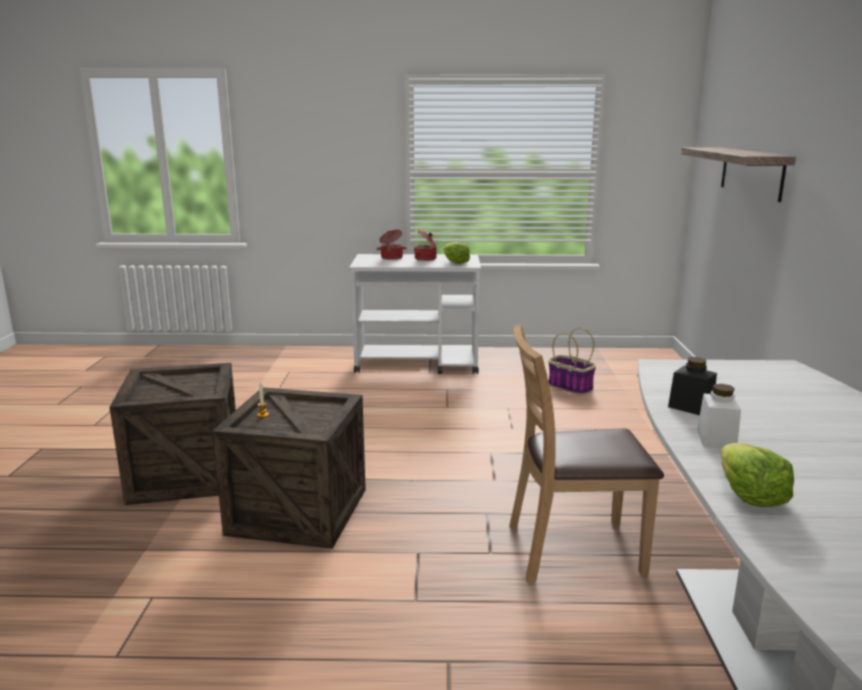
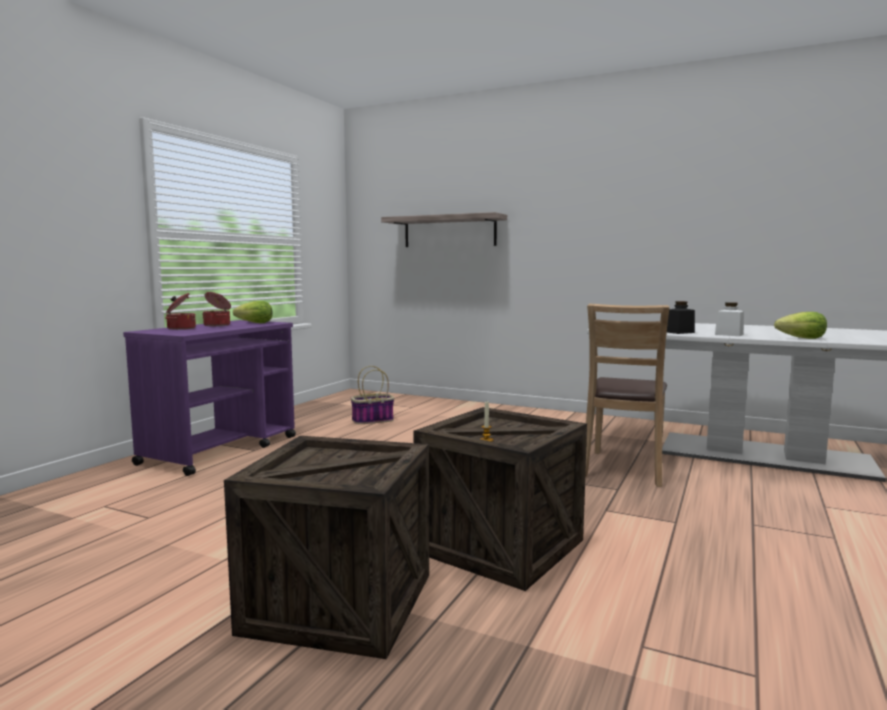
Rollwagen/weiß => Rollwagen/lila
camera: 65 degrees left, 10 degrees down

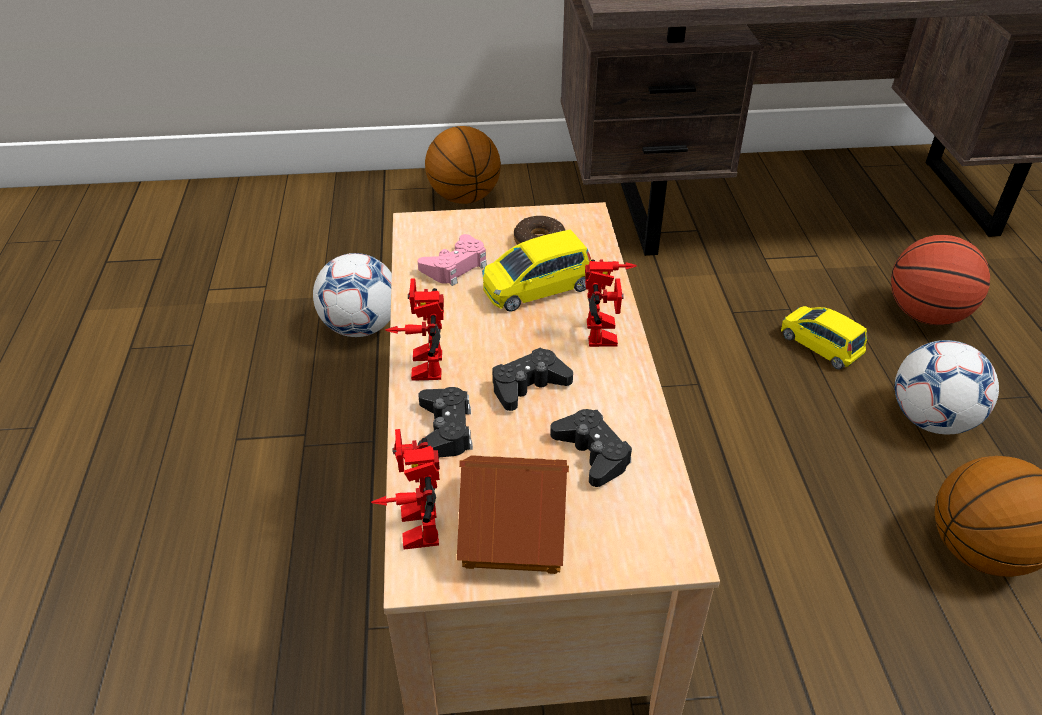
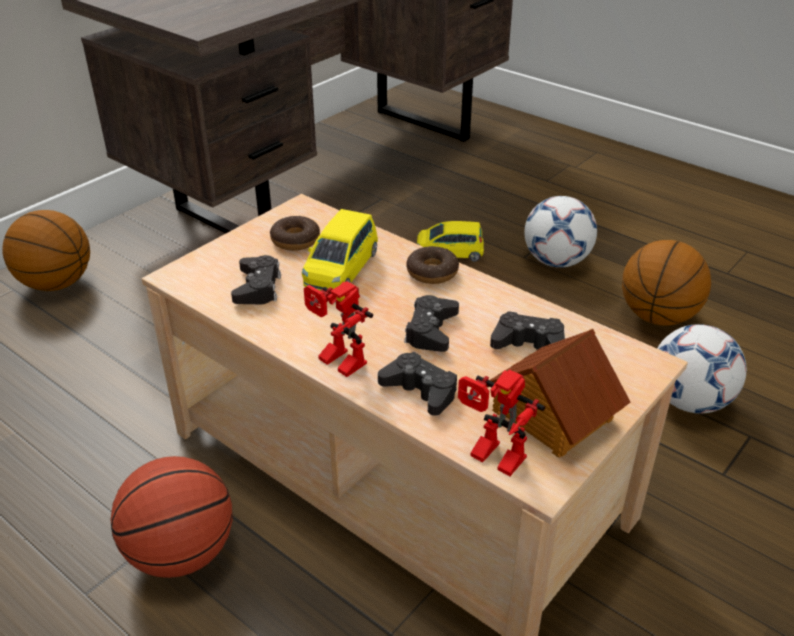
Fußball (1st from left in the first image) => Fußball (2nd from left), move
Gamepad/rosa => Gamepad/schwarz (1st from left)
Spielzeugroboter (3rd from left) => Donut (2nd from left)
Basketball (2nd from left), move
camera: 45 degrees left, 5 degrees down

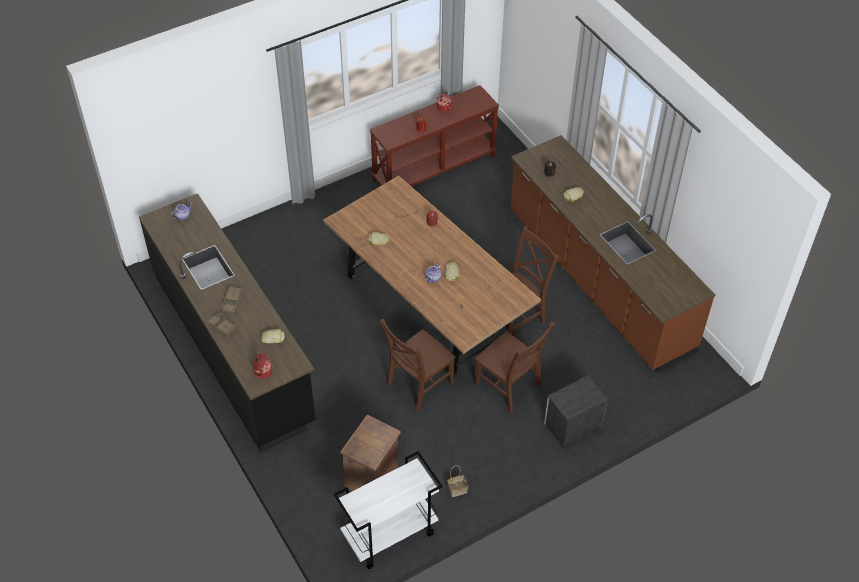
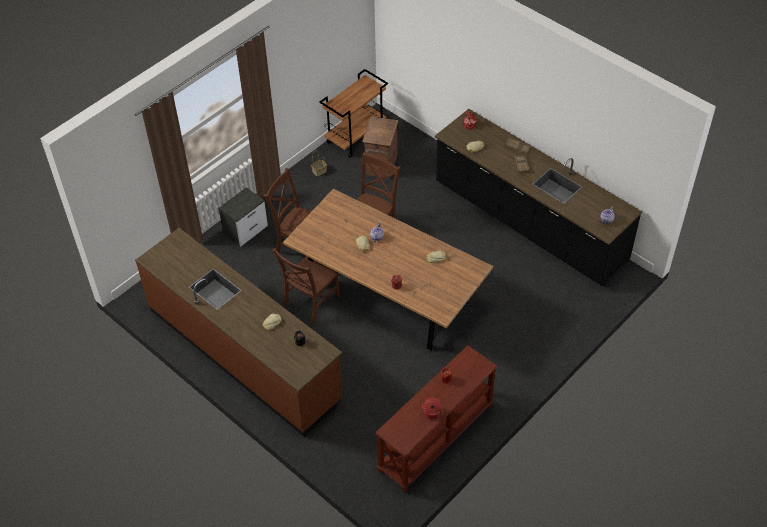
Rollwagen/weiß => Rollwagen/braun
camera: 165 degrees right, 0 degrees up

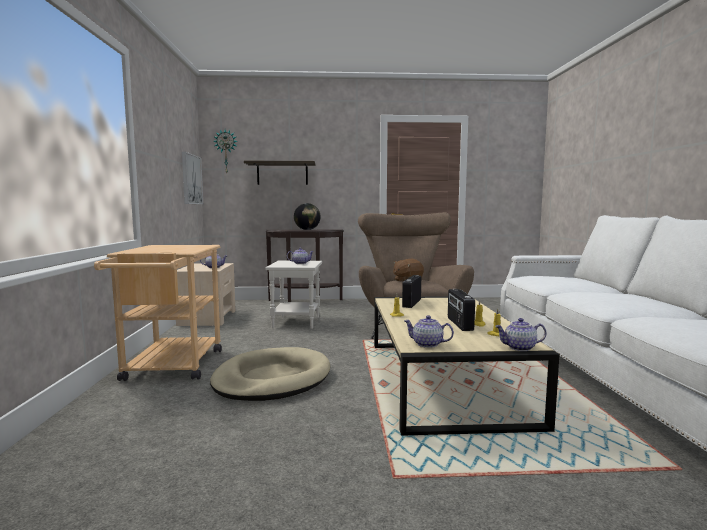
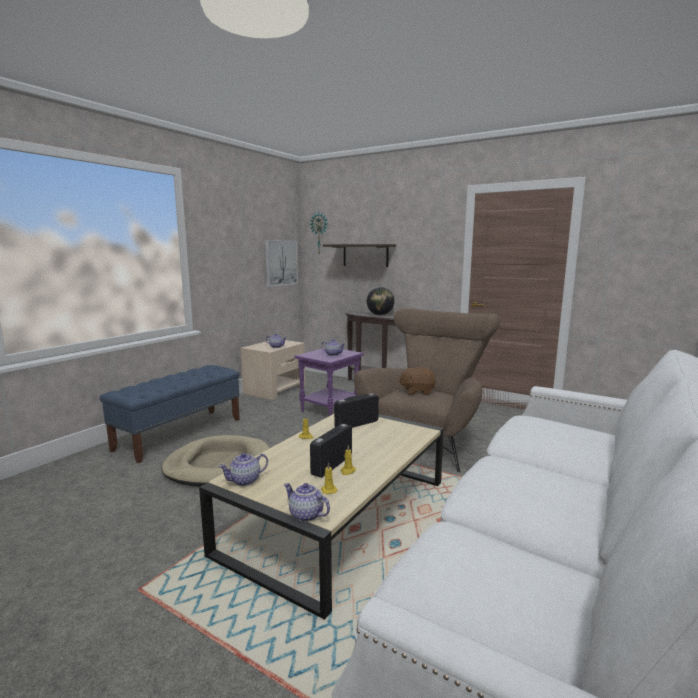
Rollwagen/beige => Bank/blau
Beistelltisch/weiß => Beistelltisch/lila
Teekanne (3rd from left in the first image) => Teekanne (1st from left), 90 degrees counterclockwise
camera: 35 degrees right, 5 degrees up

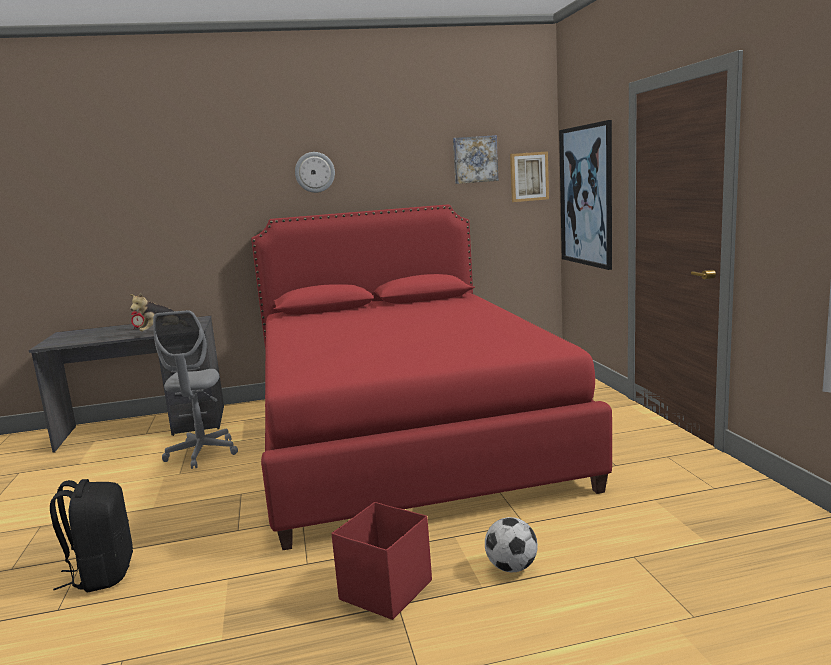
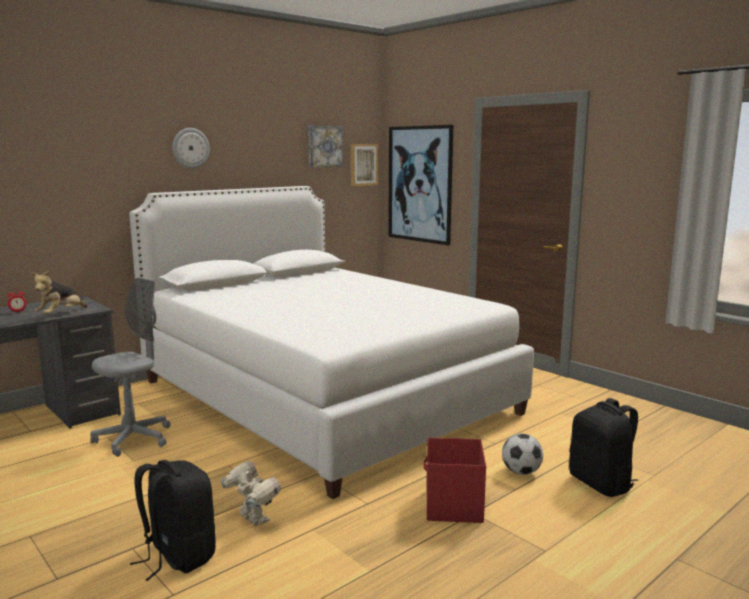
Bürostuhl/grau, 105 degrees counterclockwise
Bett/rot => Bett/weiß
nothing => Spielzeugroboter
nothing => Rucksack/schwarz (2nd from left)
camera: 30 degrees left, 0 degrees up

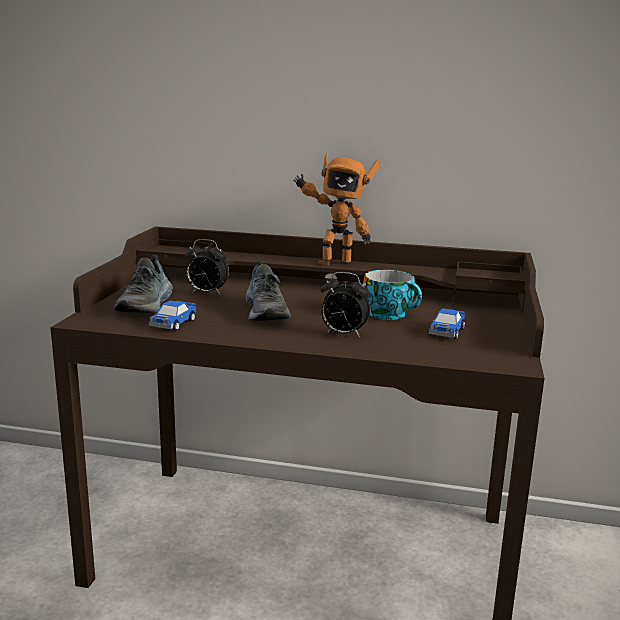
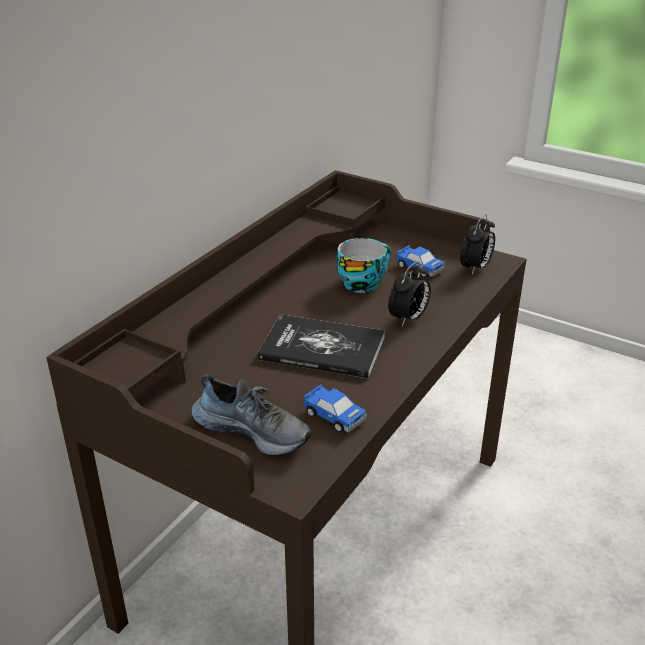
Wecker (1st from left in the first image) => Wecker (2nd from left), move
Schuh (2nd from left) => Buch
Spielzeugroboter => nothing
camera: 70 degrees left, 15 degrees up

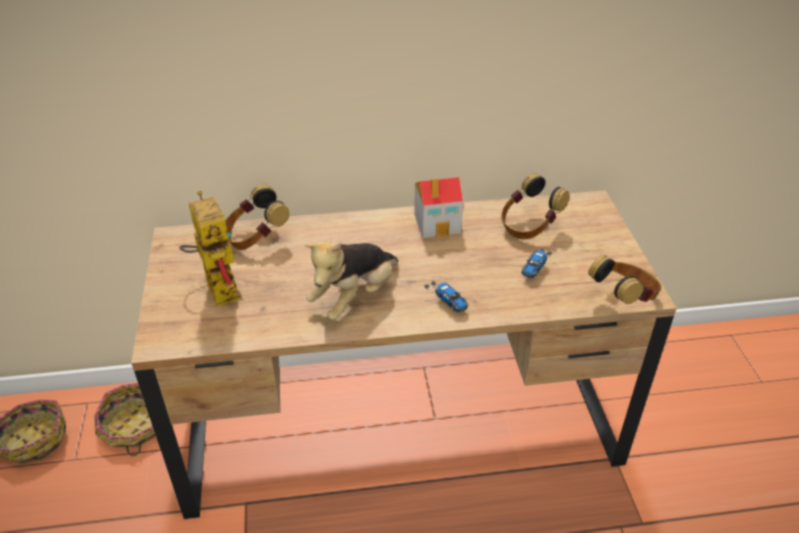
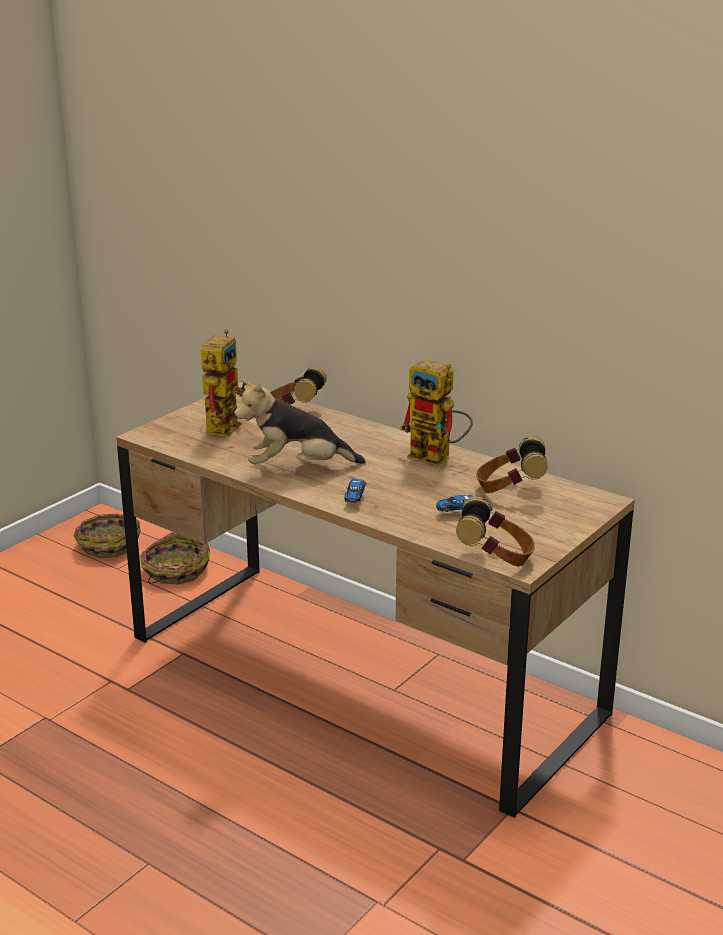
Spielzeughaus => Spielzeugroboter (2nd from left)
camera: 45 degrees right, 15 degrees down

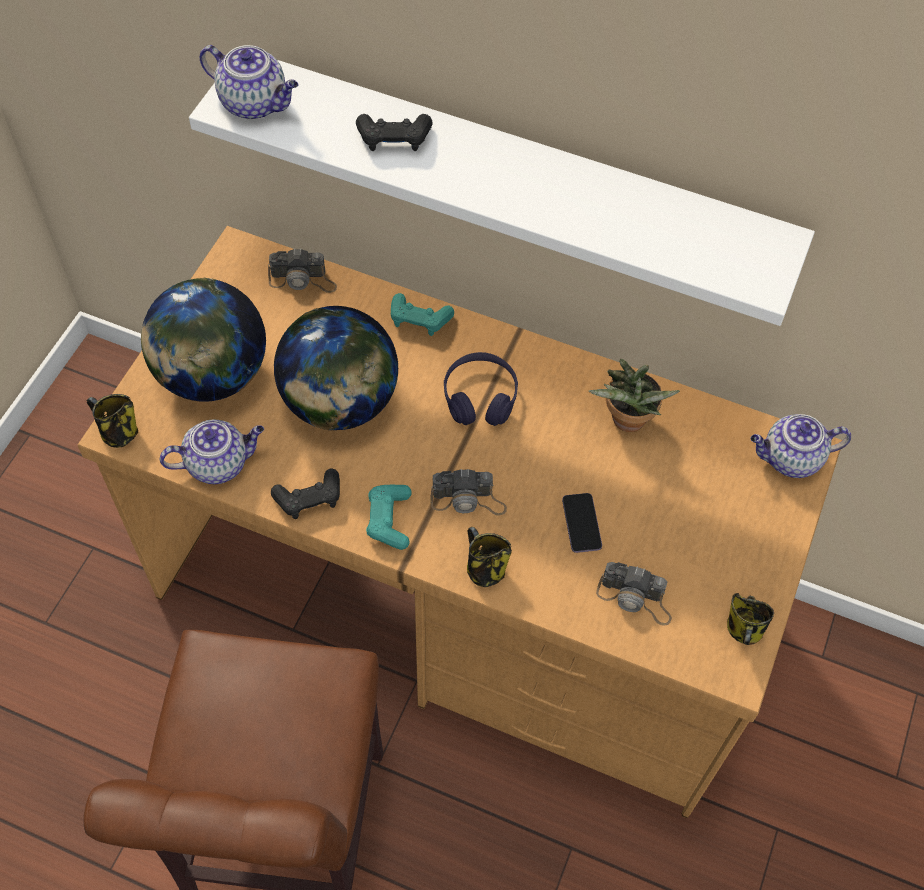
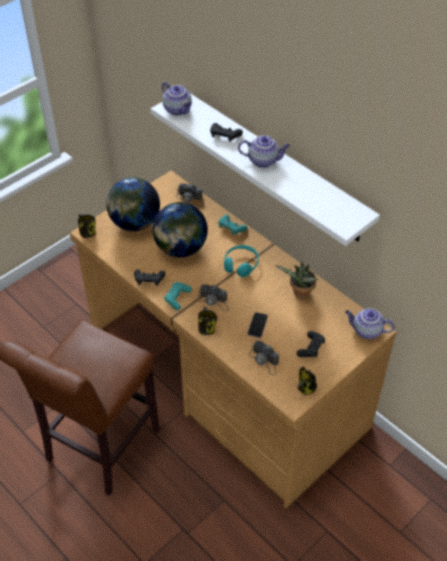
Teekanne (1st from left in the first image) => Teekanne (2nd from left), move
Kopfhörer/lila => Kopfhörer/türkis
nothing => Gamepad/schwarz (3rd from left)
camera: 25 degrees right, 10 degrees down

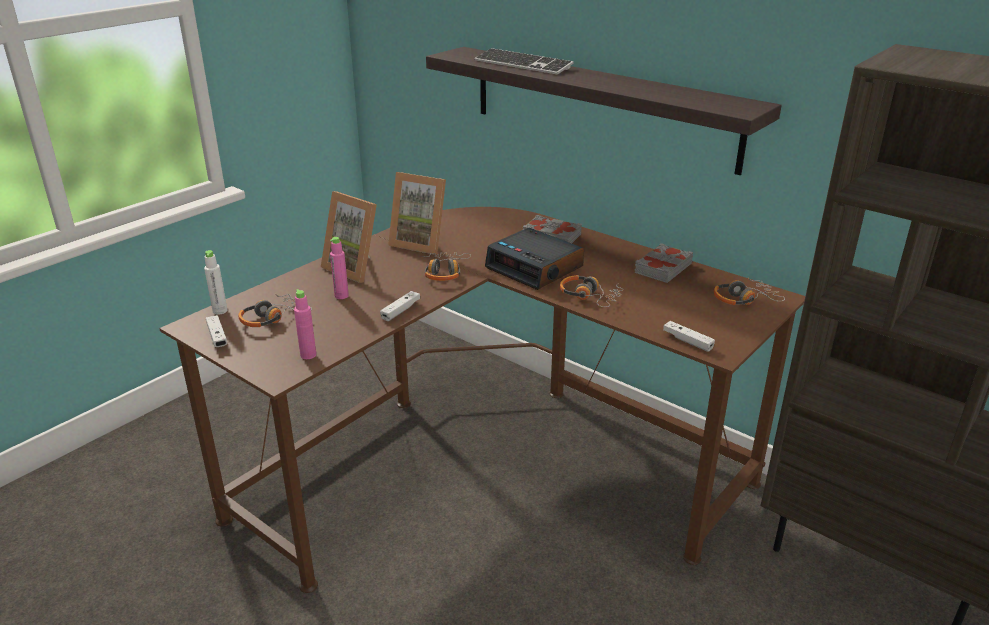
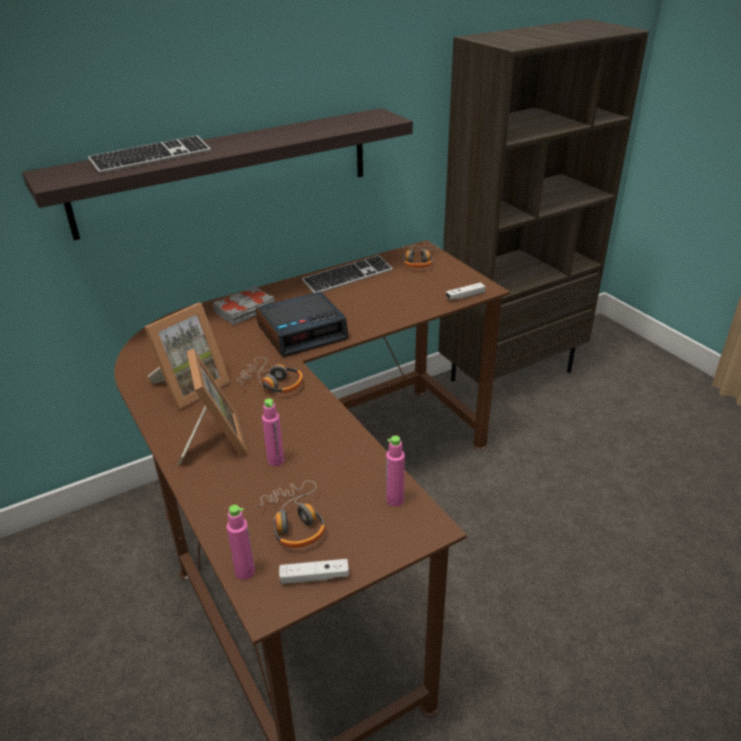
Flasche/weiß => Flasche/rosa (1st from left)
Bilderrahmen (1st from left in the first image) => Bilderrahmen (2nd from left), 75 degrees counterclockwise
Gamepad/weiß (2nd from left) => nothing
Kopfhörer (3rd from left) => nothing
Buch/grau (2nd from left) => Tastatur (2nd from left)
camera: 70 degrees left, 5 degrees up

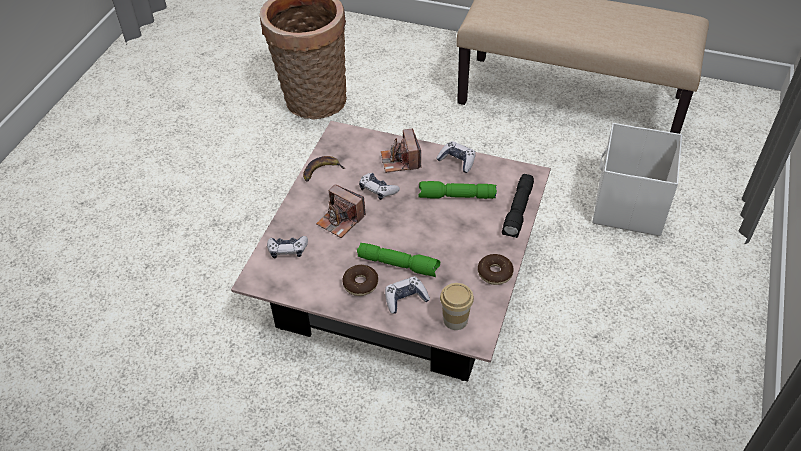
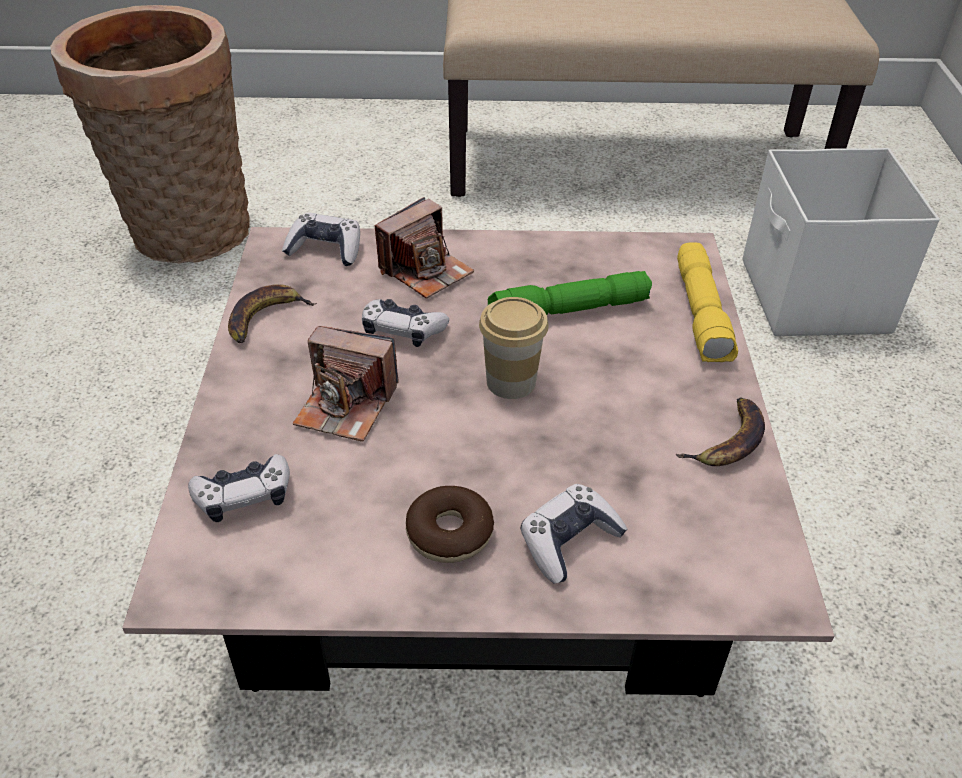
Taschenlampe/grün (1st from left) => nothing
Kamera (2nd from left), 105 degrees counterclockwise
Gamepad (4th from left in the first image) => Gamepad (2nd from left), move
Tasse, move
Donut (2nd from left) => Banane (2nd from left)
Taschenlampe/schwarz => Taschenlampe/gelb
camera: 20 degrees left, 5 degrees down

